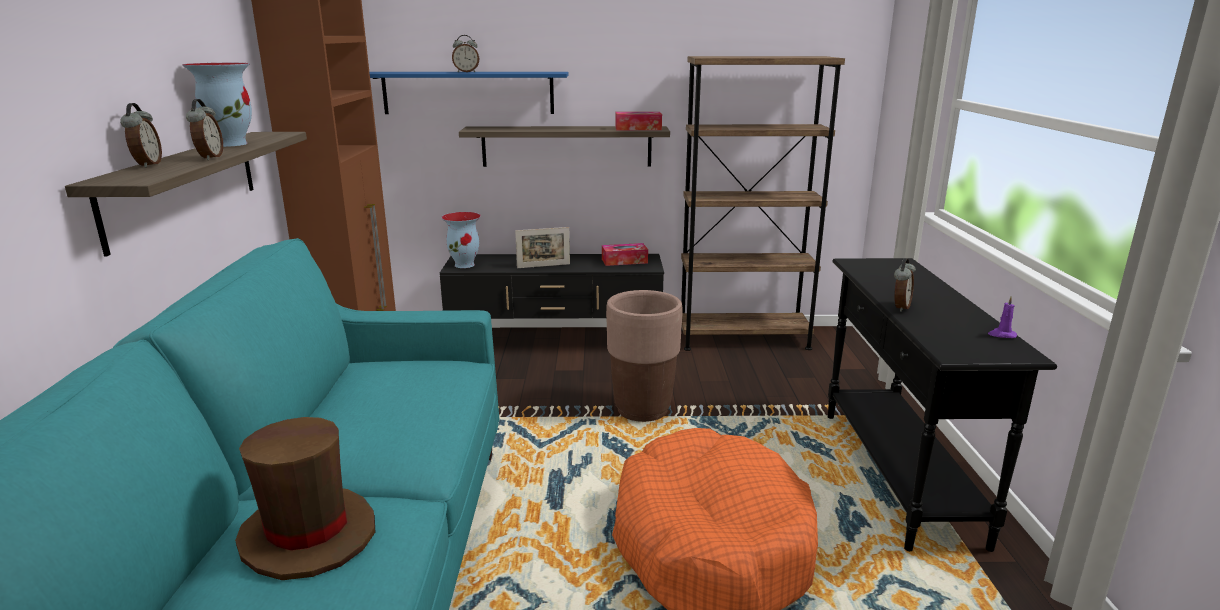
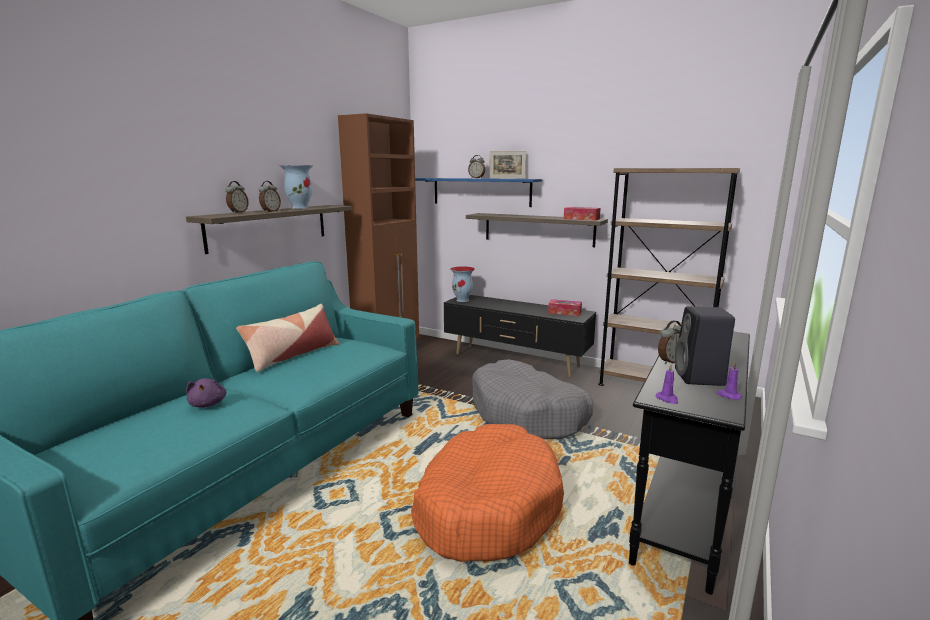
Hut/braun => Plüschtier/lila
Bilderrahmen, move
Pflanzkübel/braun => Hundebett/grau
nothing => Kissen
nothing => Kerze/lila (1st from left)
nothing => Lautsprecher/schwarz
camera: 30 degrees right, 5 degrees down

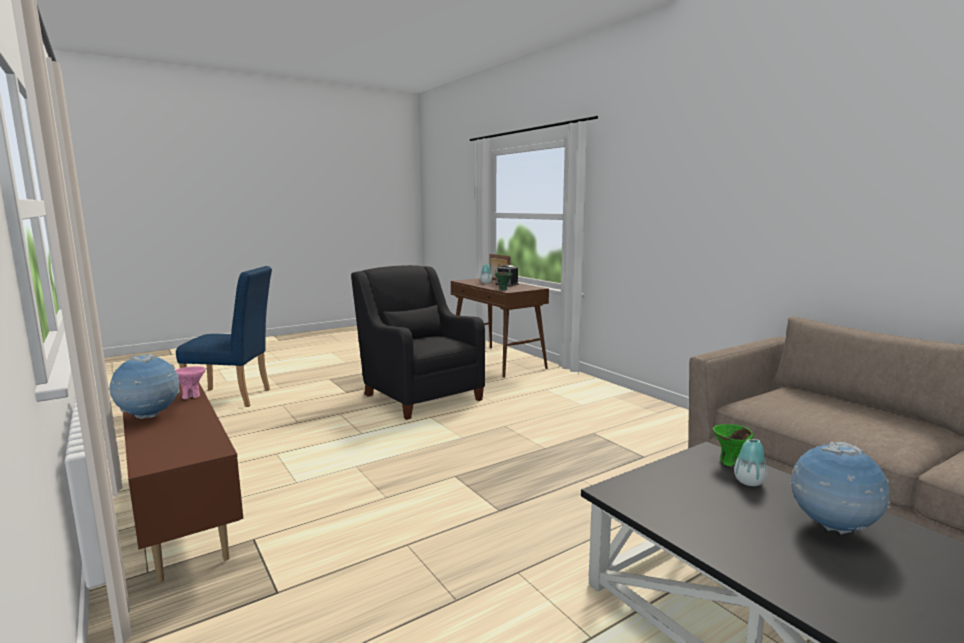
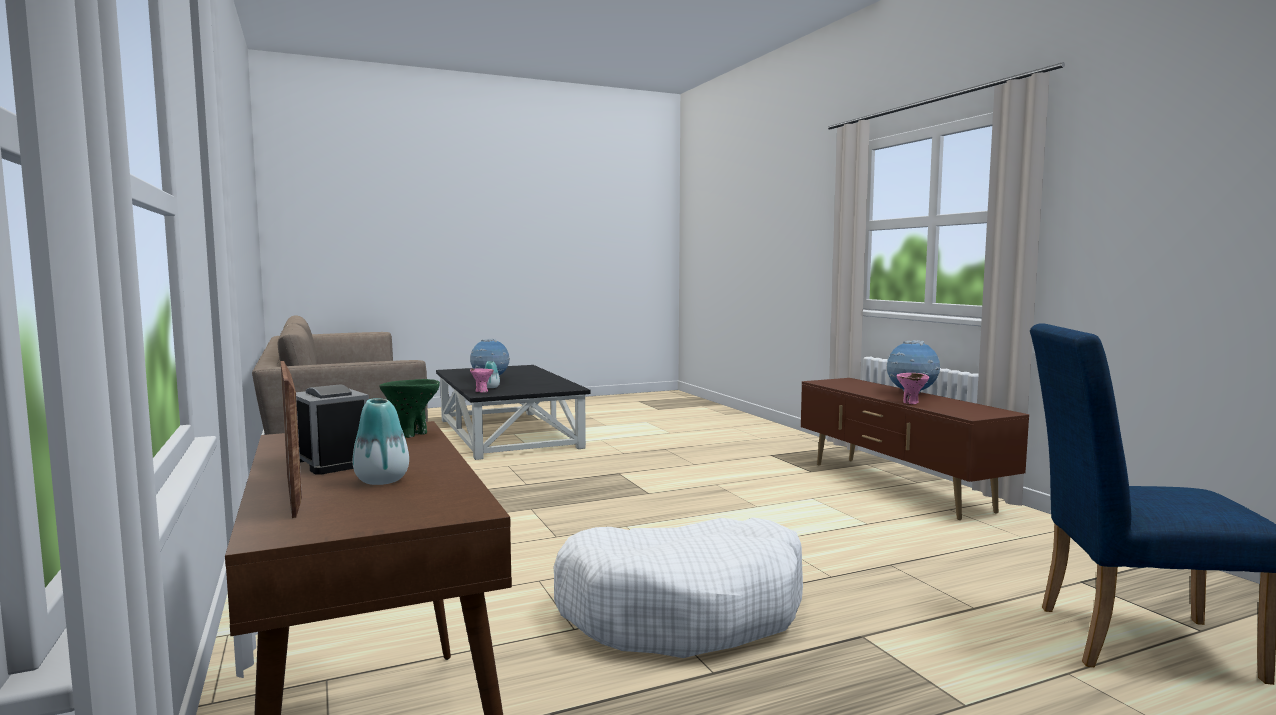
Sessel/schwarz => Hundebett/weiß
Schüssel/grün (2nd from left) => Schüssel/rosa (1st from left)
camera: 170 degrees left, 5 degrees down

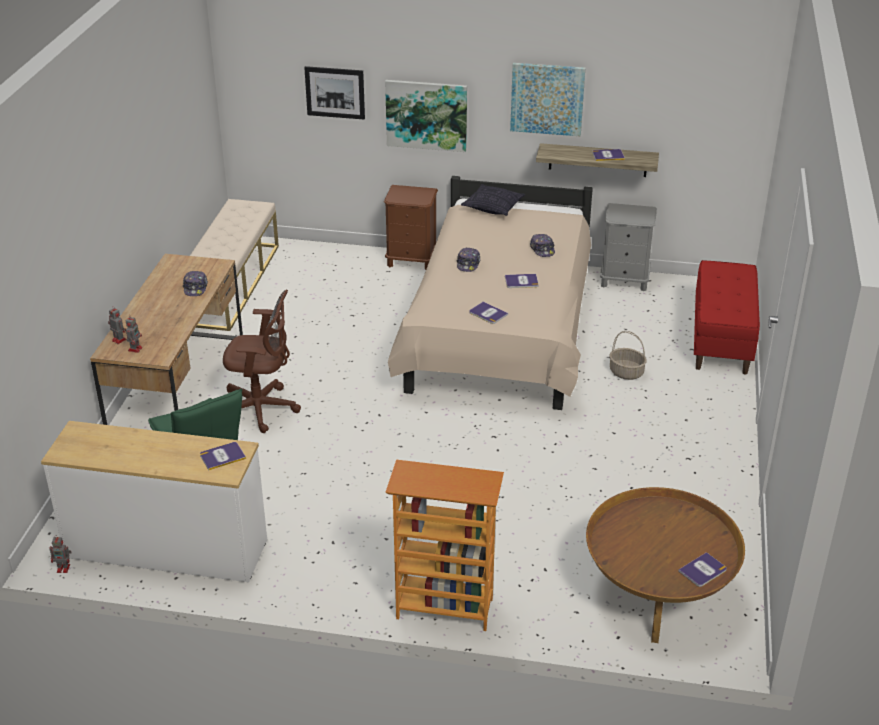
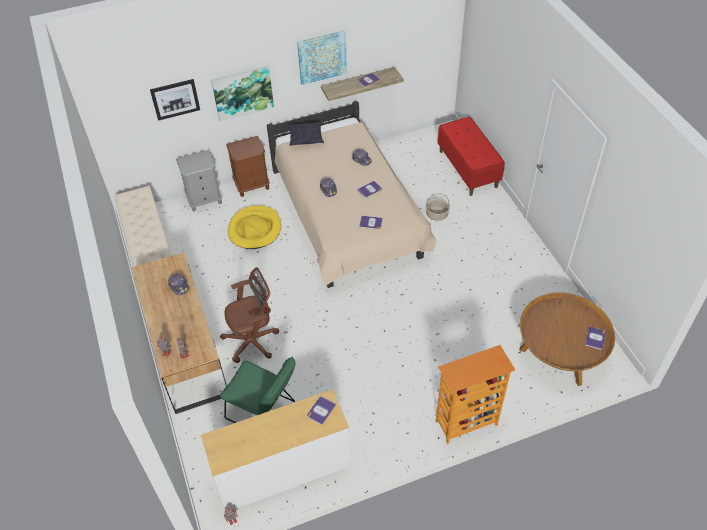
Nachttisch/grau, move
nothing => Hundebett/gelb
camera: 30 degrees left, 15 degrees up

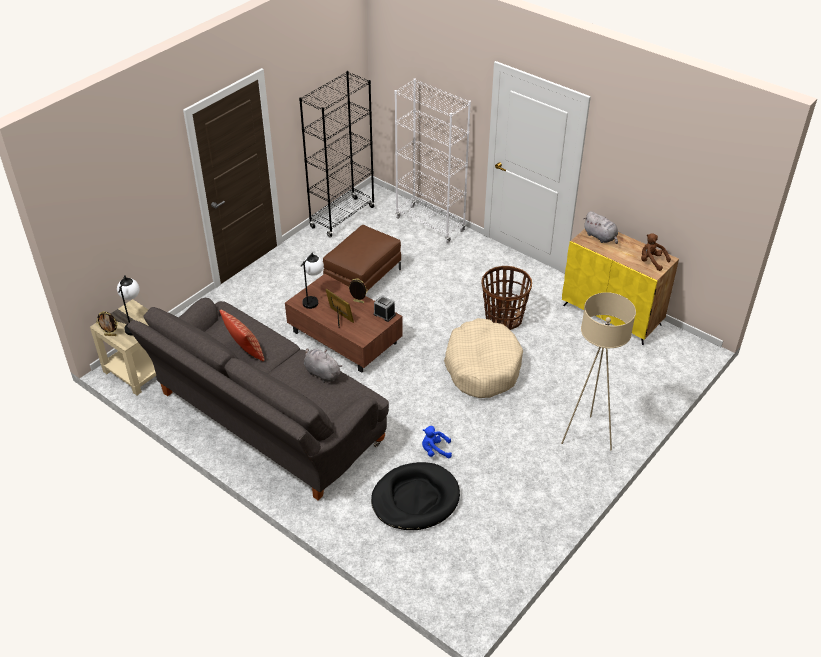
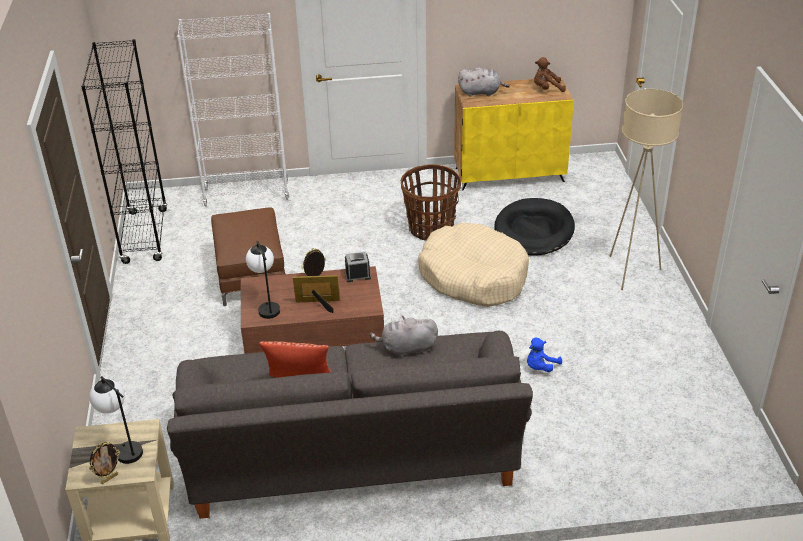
Hundebett/schwarz, move
camera: 45 degrees left, 5 degrees down

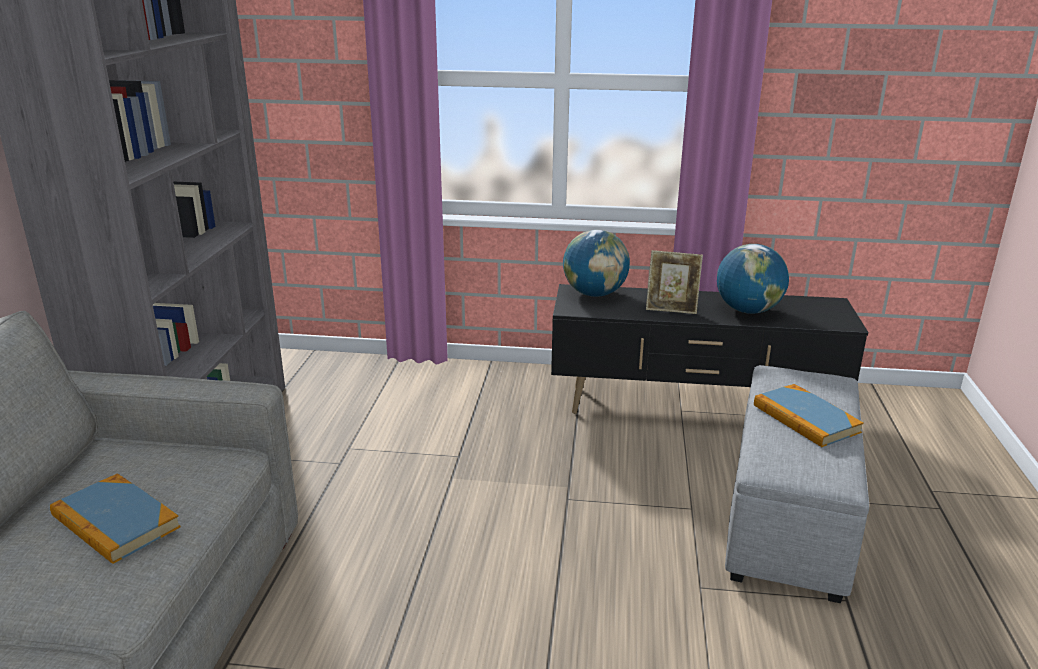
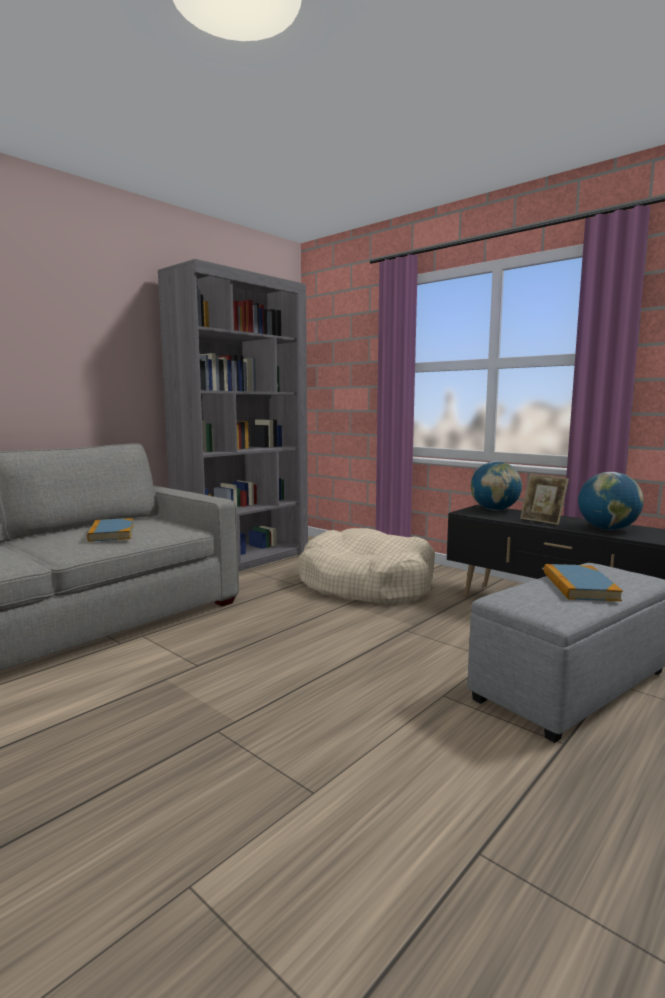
nothing => Hundebett/beige
camera: 35 degrees right, 15 degrees down

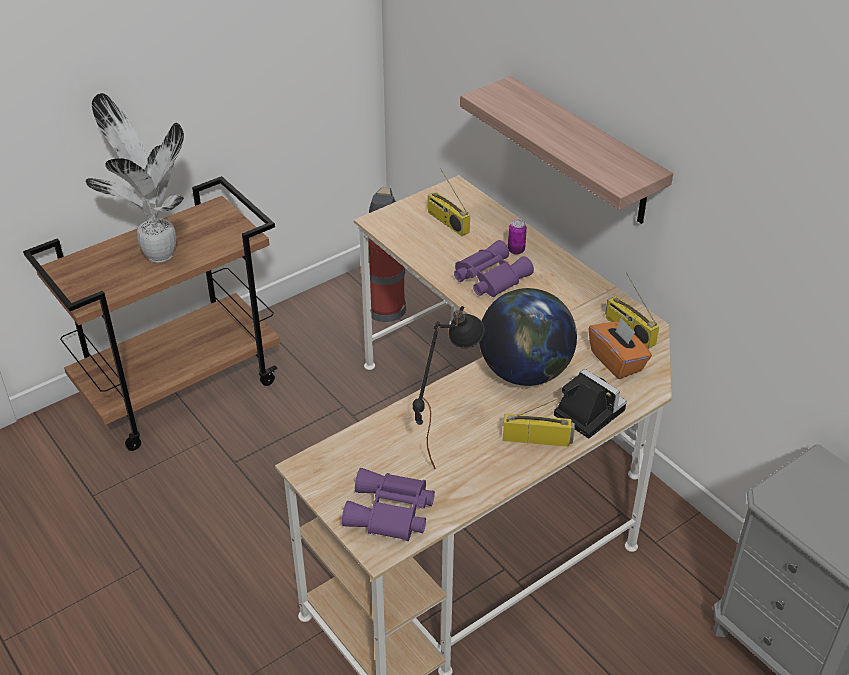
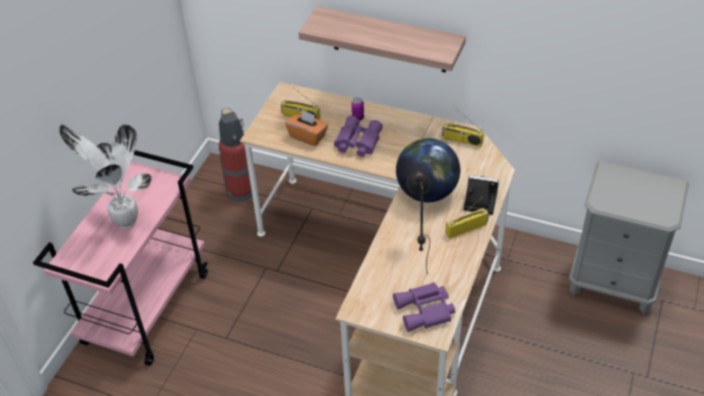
Rollwagen/braun => Rollwagen/rosa
Taschentuchbox/orange, move
camera: 30 degrees left, 5 degrees up

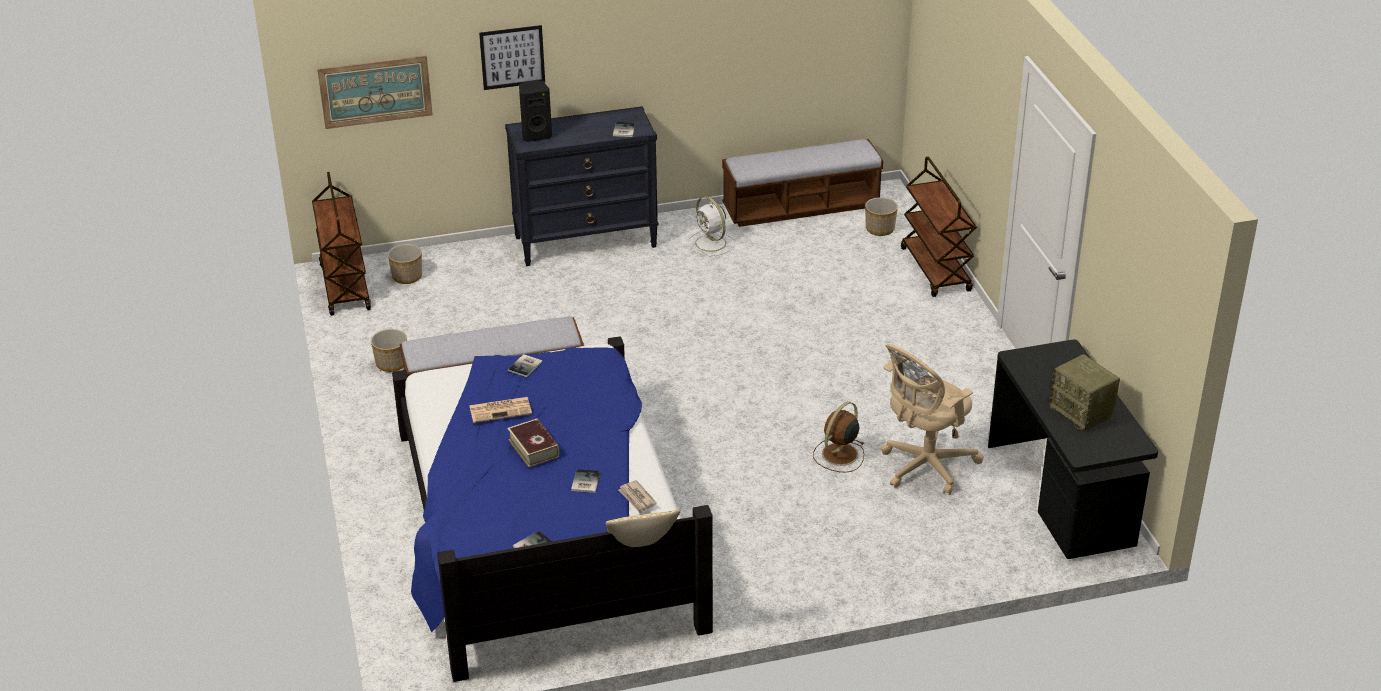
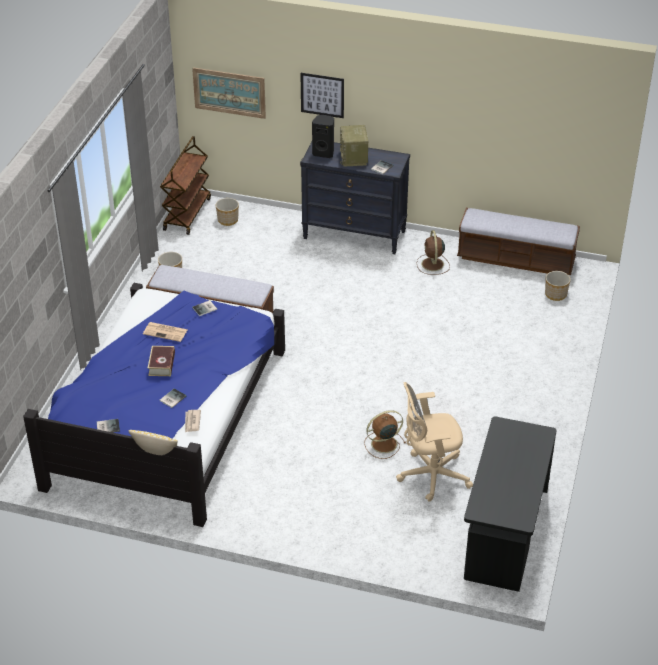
Ventilator/weiß => Ventilator/braun (2nd from left)
Rollwagen/braun (2nd from left) => nothing
Radio, move
camera: 30 degrees right, 5 degrees up

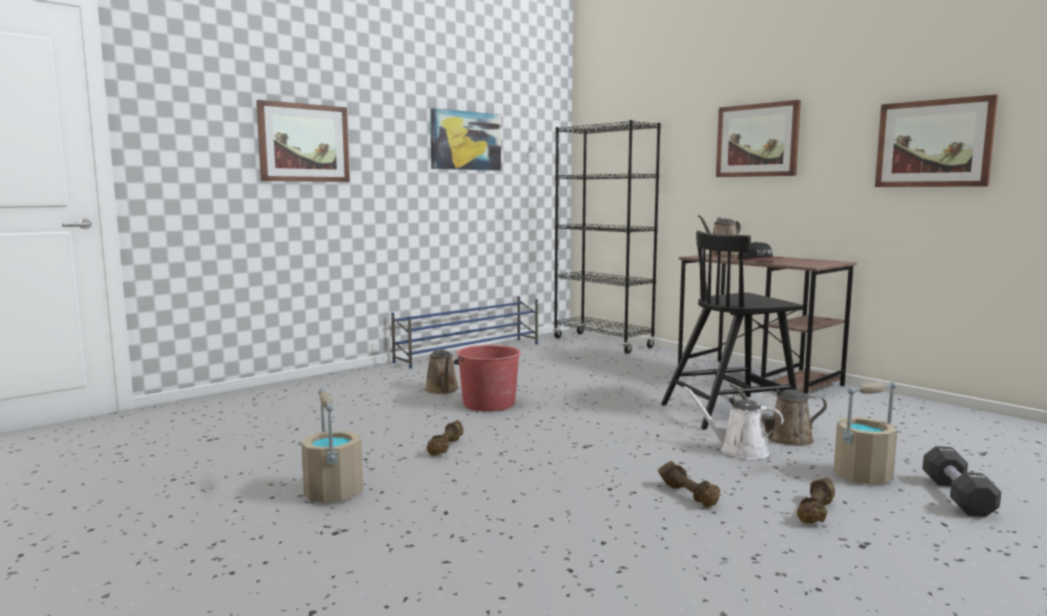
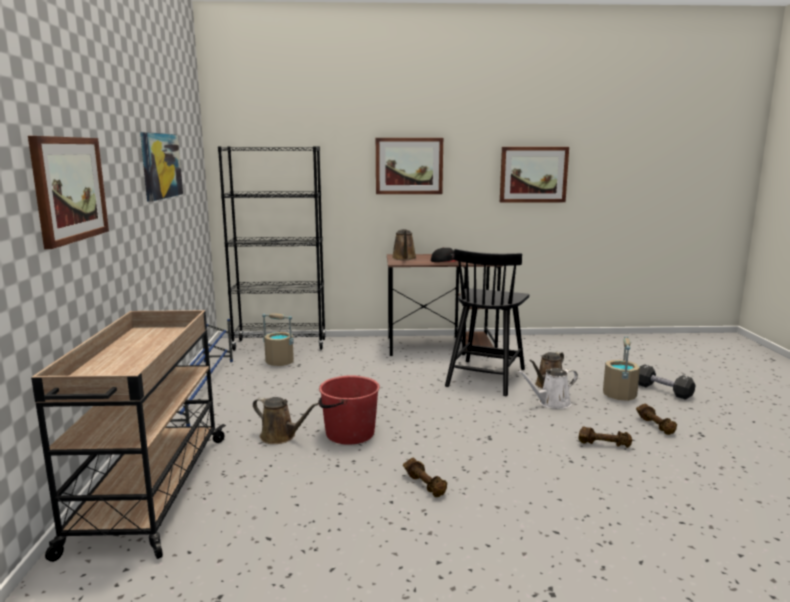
Eimer/beige (1st from left), move
nothing => Rollwagen/beige
camera: 50 degrees left, 5 degrees up

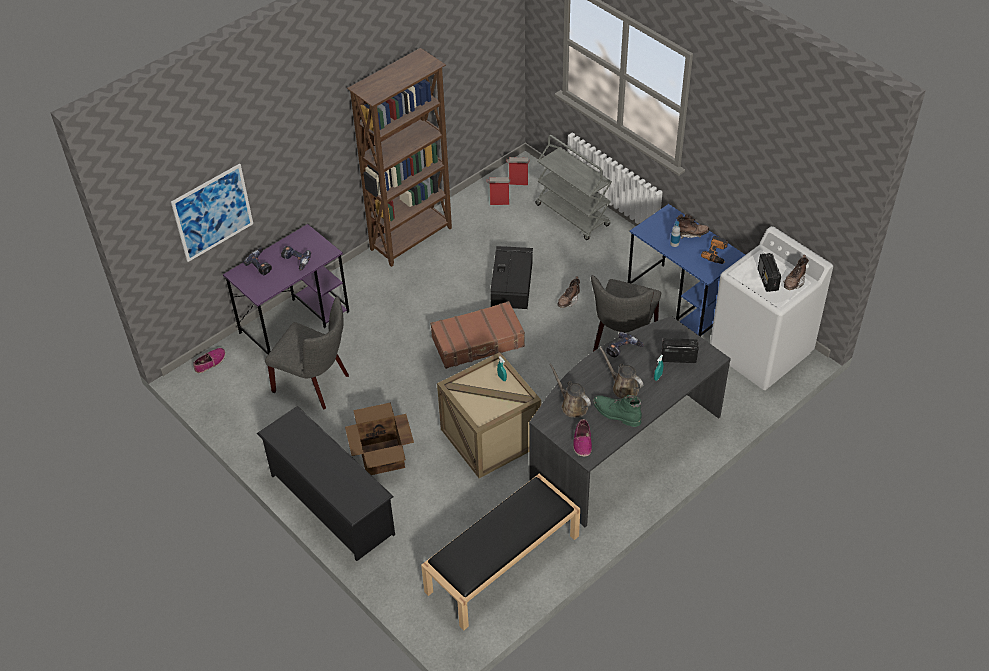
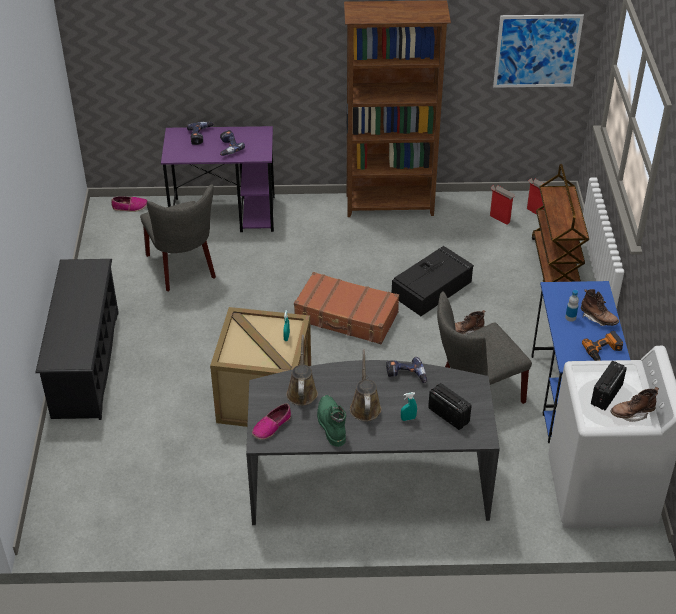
Bild, move
Karton (1st from left) => nothing
Bank/schwarz => nothing
Rollwagen/grau => Rollwagen/braun
camera: 40 degrees right, 5 degrees down

